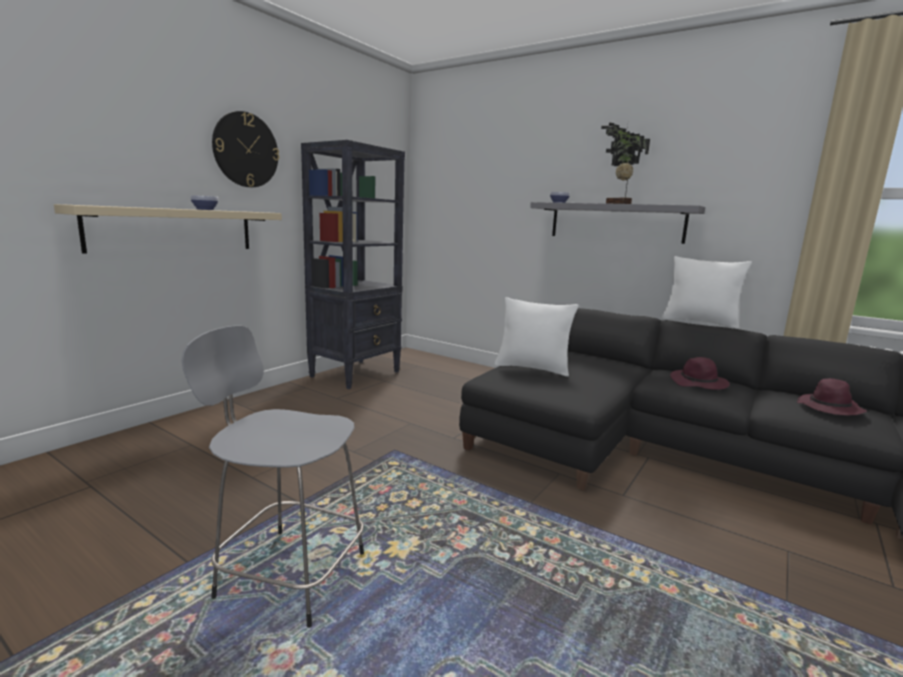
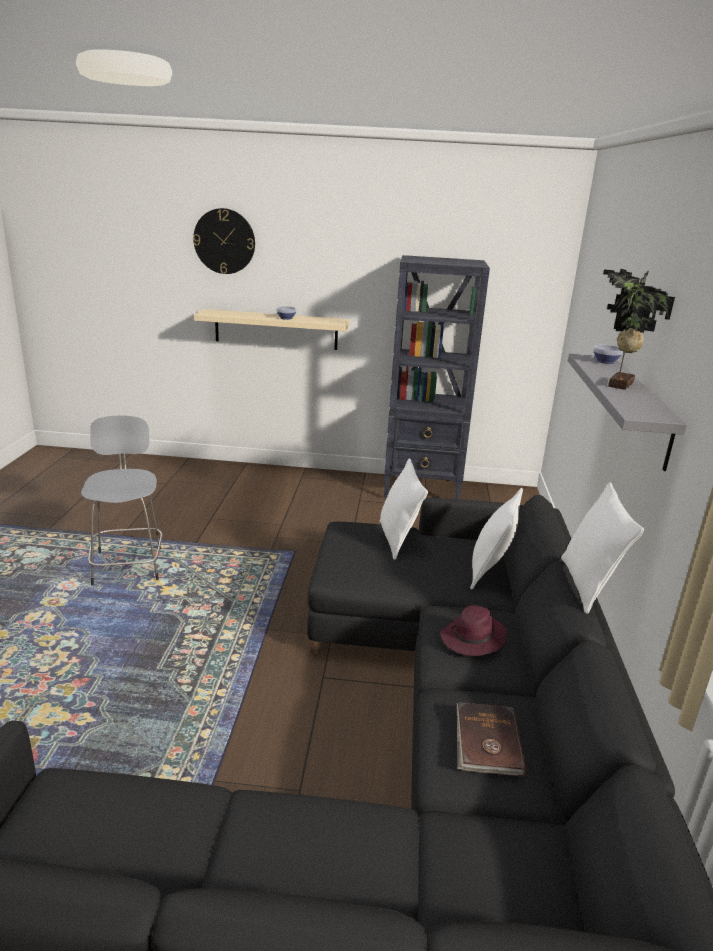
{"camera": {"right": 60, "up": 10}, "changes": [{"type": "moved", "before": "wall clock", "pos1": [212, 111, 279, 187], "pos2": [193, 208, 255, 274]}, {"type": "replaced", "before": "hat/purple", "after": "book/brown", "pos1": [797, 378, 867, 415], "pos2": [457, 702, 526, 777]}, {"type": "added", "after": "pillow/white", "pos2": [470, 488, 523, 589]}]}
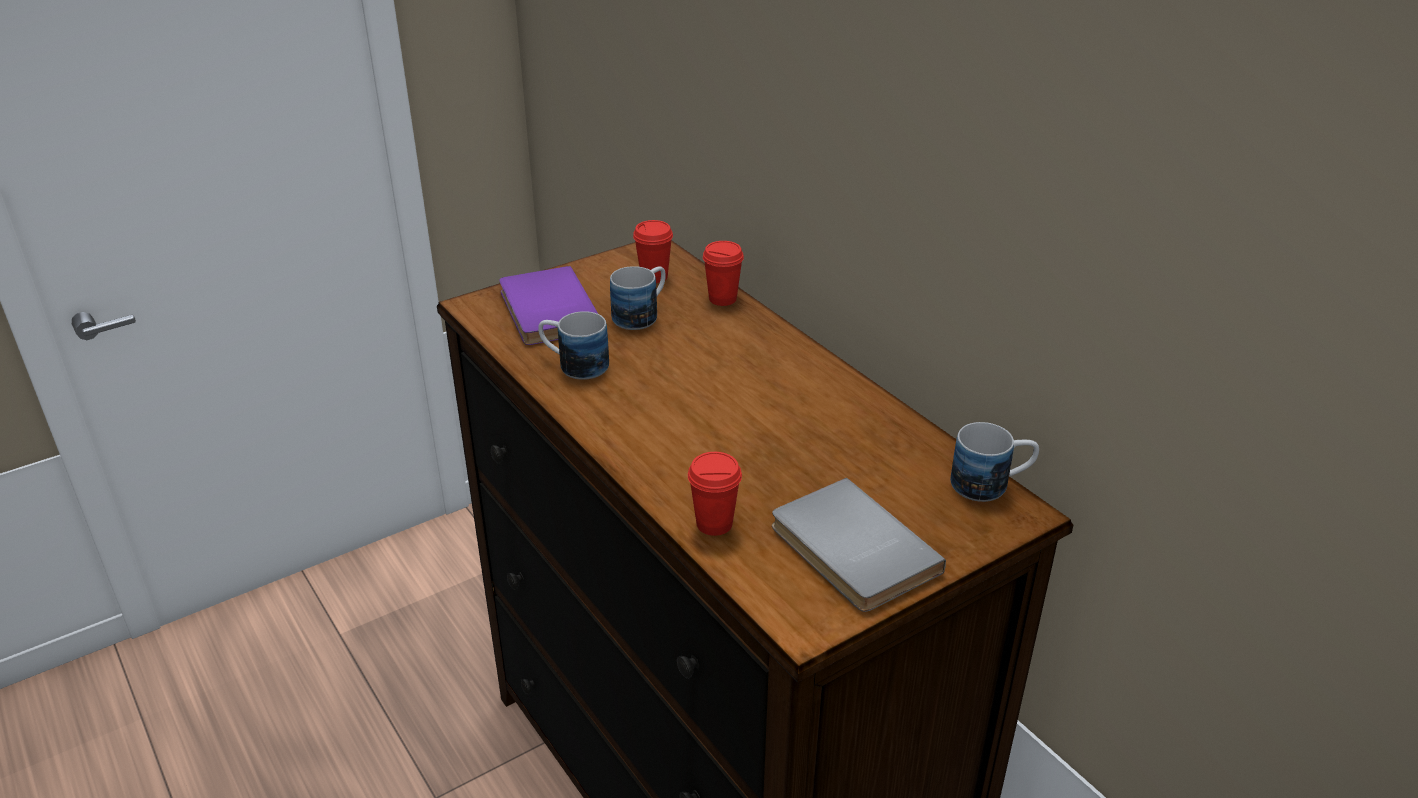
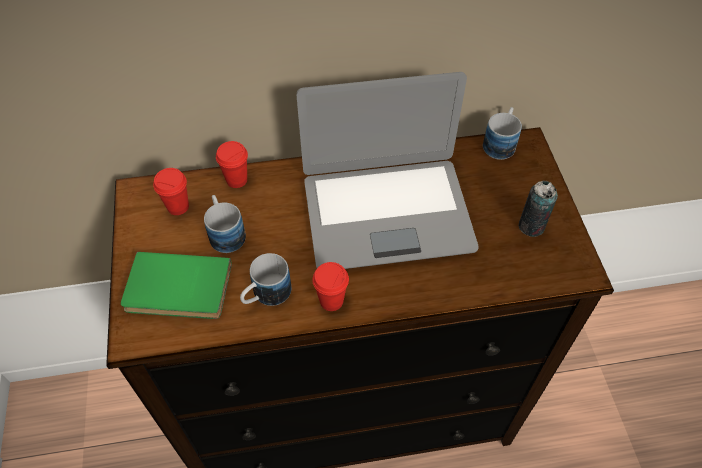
{"camera": {"right": -65, "up": 20}, "changes": [{"type": "recoloured", "before": "book/purple", "after": "book/green", "pos1": [500, 266, 598, 345], "pos2": [121, 252, 232, 319]}, {"type": "moved", "before": "cup/red", "pos1": [688, 452, 742, 536], "pos2": [312, 262, 349, 311]}, {"type": "replaced", "before": "book/grey", "after": "can", "pos1": [772, 478, 946, 612], "pos2": [519, 181, 558, 237]}, {"type": "added", "after": "laptop", "pos2": [297, 72, 479, 269]}]}
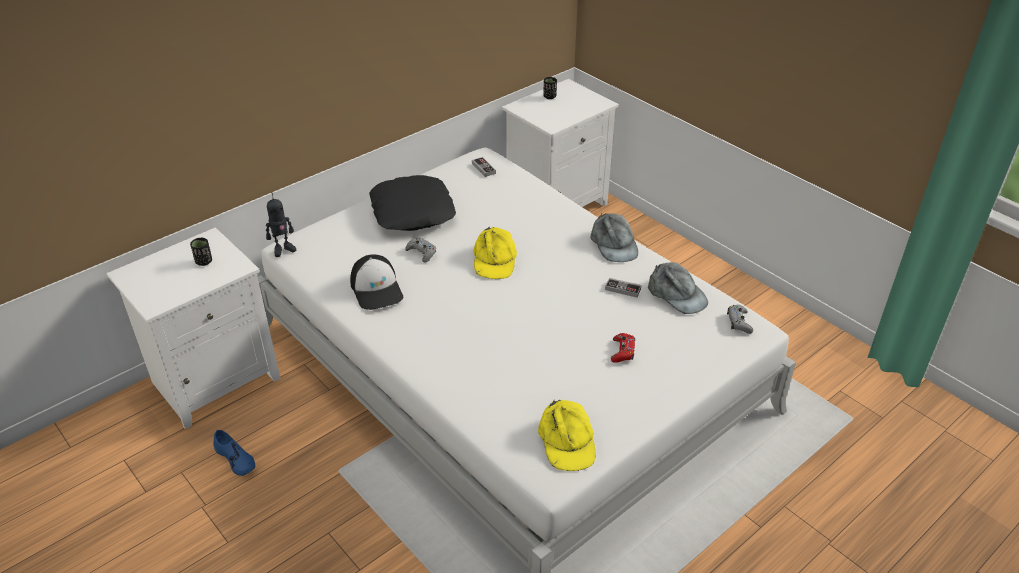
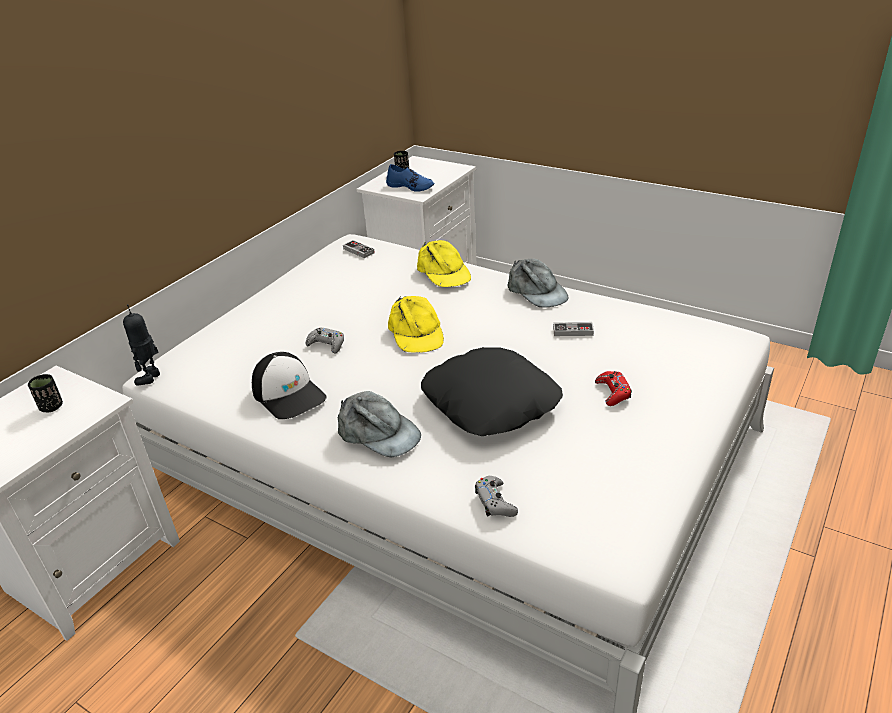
{"camera": {"right": -15, "up": -5}, "changes": [{"type": "moved", "before": "pillow/black", "pos1": [369, 175, 456, 231], "pos2": [421, 347, 563, 436]}, {"type": "turned", "before": "toy robot", "pos1": [266, 193, 296, 257], "pos2": [123, 304, 160, 386], "turn": 150}, {"type": "moved", "before": "cap/grey", "pos1": [648, 262, 708, 314], "pos2": [338, 391, 421, 457]}, {"type": "moved", "before": "game controller/grey", "pos1": [727, 305, 753, 334], "pos2": [475, 476, 518, 517]}, {"type": "moved", "before": "cap/yellow", "pos1": [538, 399, 596, 471], "pos2": [417, 240, 471, 287]}, {"type": "moved", "before": "shoe/blue", "pos1": [213, 430, 255, 476], "pos2": [386, 164, 434, 192]}]}
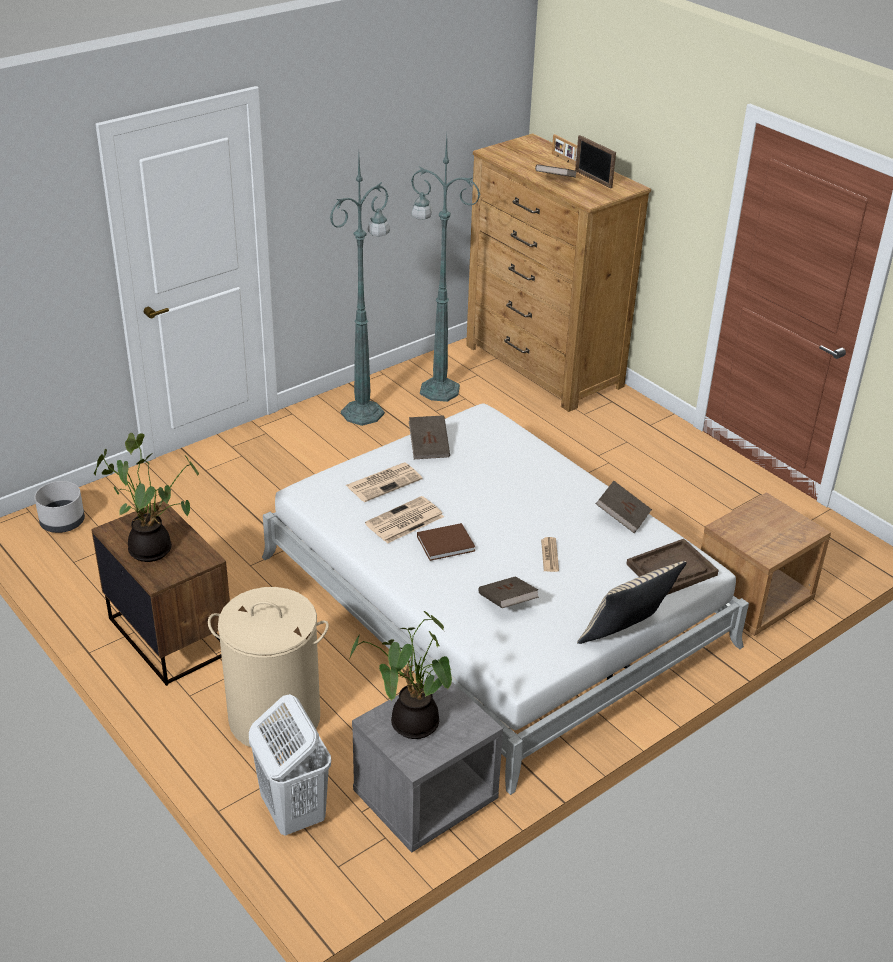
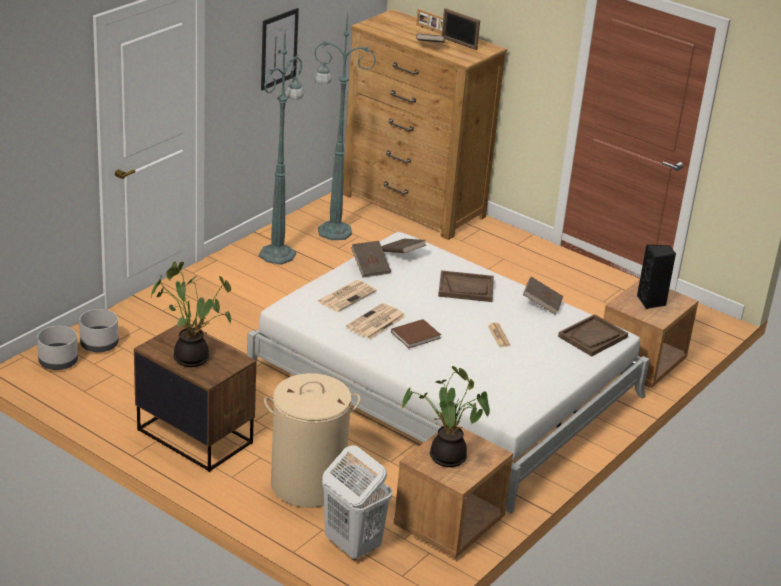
{"camera": {"right": -15, "up": -5}, "changes": [{"type": "removed", "before": "pillow/beige", "pos1": [577, 561, 687, 644]}, {"type": "moved", "before": "book/brown", "pos1": [478, 576, 539, 608], "pos2": [381, 239, 427, 253]}, {"type": "recoloured", "before": "nightstand/grey", "after": "nightstand/brown", "pos1": [352, 674, 503, 853], "pos2": [394, 425, 513, 558]}, {"type": "added", "after": "picture", "pos2": [261, 8, 299, 90]}, {"type": "added", "after": "speaker/black", "pos2": [637, 244, 676, 309]}, {"type": "added", "after": "tray/brown", "pos2": [438, 270, 494, 302]}, {"type": "added", "after": "planter/grey", "pos2": [79, 309, 119, 352]}]}
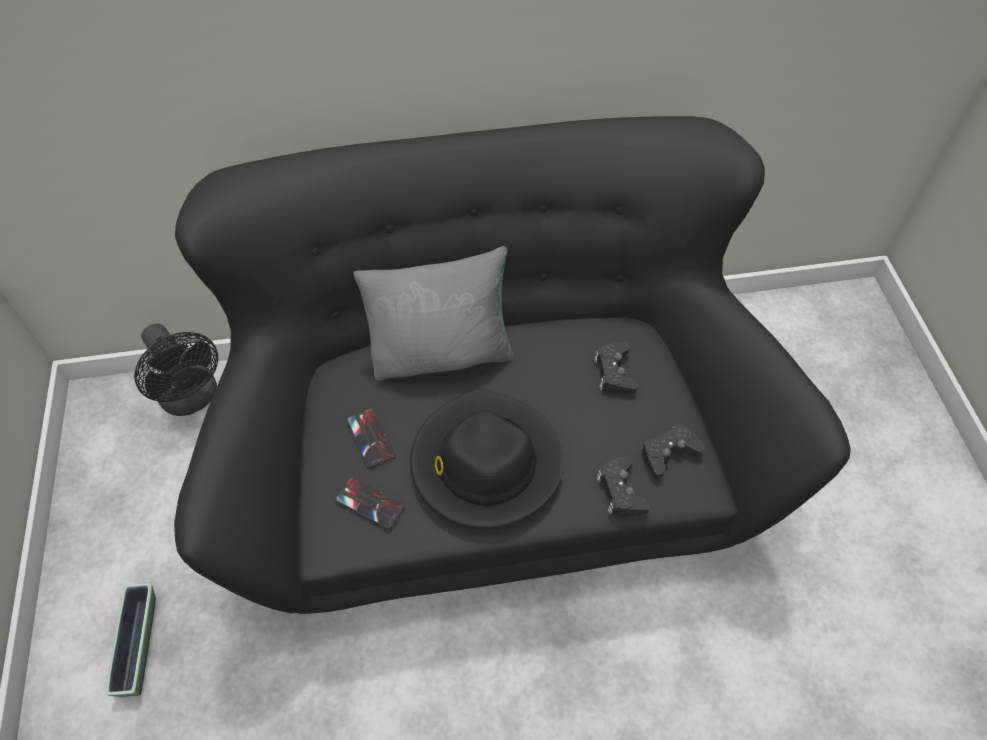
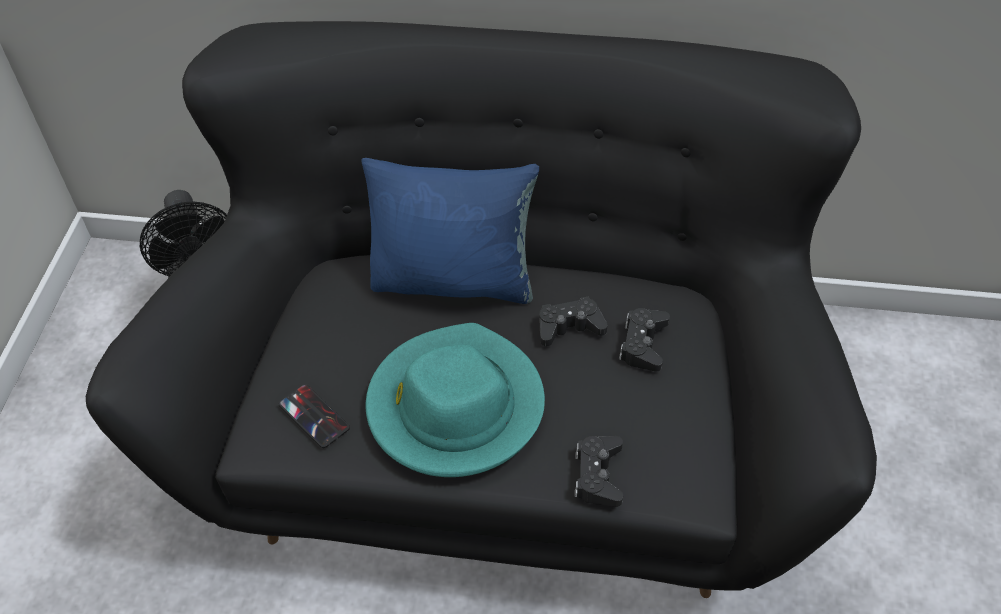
{"camera": {"right": 20, "up": -5}, "changes": [{"type": "recoloured", "before": "pillow/grey", "after": "pillow/blue", "pos1": [353, 246, 513, 381], "pos2": [361, 158, 539, 304]}, {"type": "recoloured", "before": "hat/black", "after": "hat/turquoise", "pos1": [410, 389, 564, 530], "pos2": [366, 323, 545, 477]}, {"type": "removed", "before": "phone", "pos1": [346, 408, 395, 468]}, {"type": "moved", "before": "game controller/black", "pos1": [641, 424, 705, 479], "pos2": [539, 297, 607, 346]}, {"type": "removed", "before": "planter", "pos1": [105, 583, 156, 697]}]}
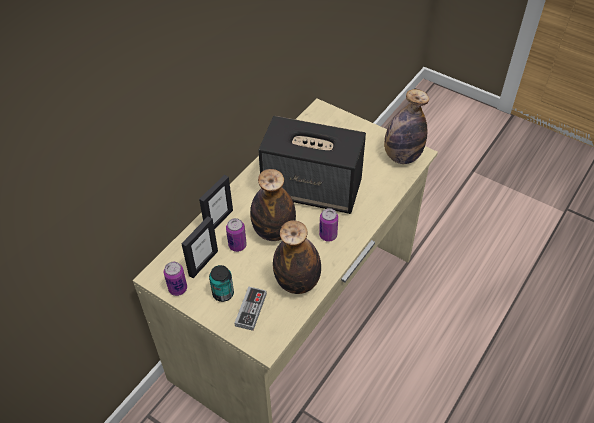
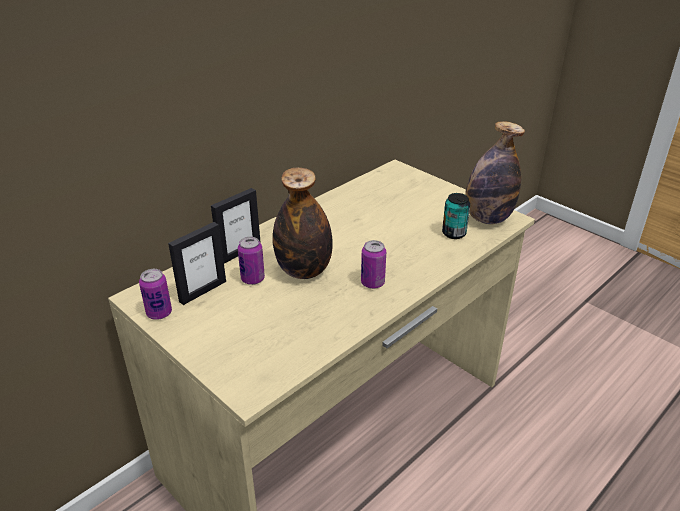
{"camera": {"right": 10, "up": -15}, "changes": [{"type": "removed", "before": "speaker", "pos1": [258, 116, 366, 214]}, {"type": "removed", "before": "bottle", "pos1": [273, 220, 321, 294]}, {"type": "moved", "before": "can", "pos1": [209, 265, 234, 302], "pos2": [442, 193, 470, 239]}, {"type": "removed", "before": "game controller", "pos1": [235, 287, 267, 331]}]}
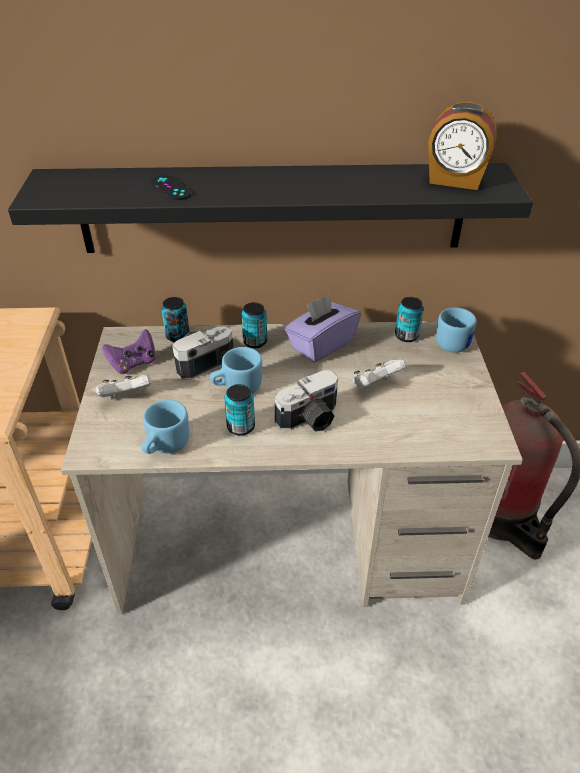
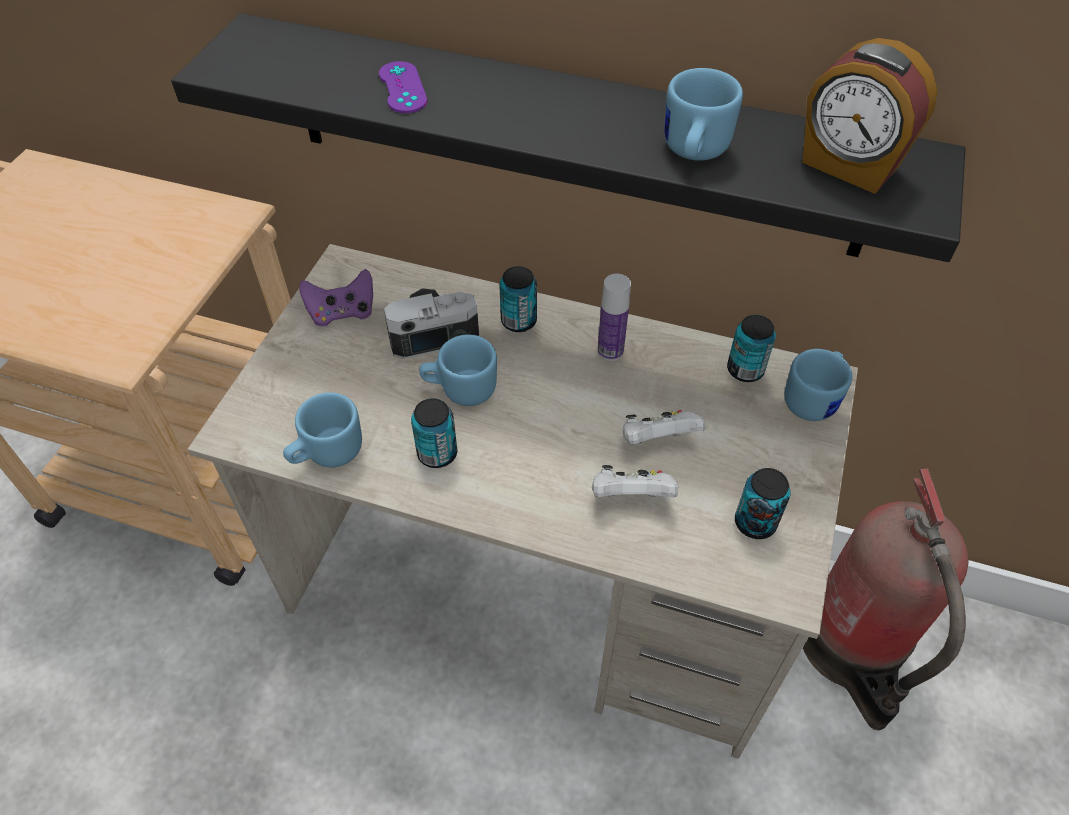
{"camera": {"right": 20, "up": 10}, "changes": [{"type": "recoloured", "before": "game controller/black", "after": "game controller/purple", "pos1": [150, 175, 192, 200], "pos2": [379, 61, 427, 113]}, {"type": "replaced", "before": "tissue box/purple", "after": "bottle", "pos1": [285, 294, 361, 363], "pos2": [598, 274, 631, 361]}, {"type": "moved", "before": "can", "pos1": [161, 297, 190, 342], "pos2": [735, 468, 791, 539]}, {"type": "removed", "before": "photo camera", "pos1": [275, 370, 338, 431]}, {"type": "moved", "before": "game controller/white", "pos1": [96, 375, 151, 400], "pos2": [592, 465, 678, 497]}, {"type": "added", "after": "mug/blue", "pos2": [664, 68, 743, 161]}]}
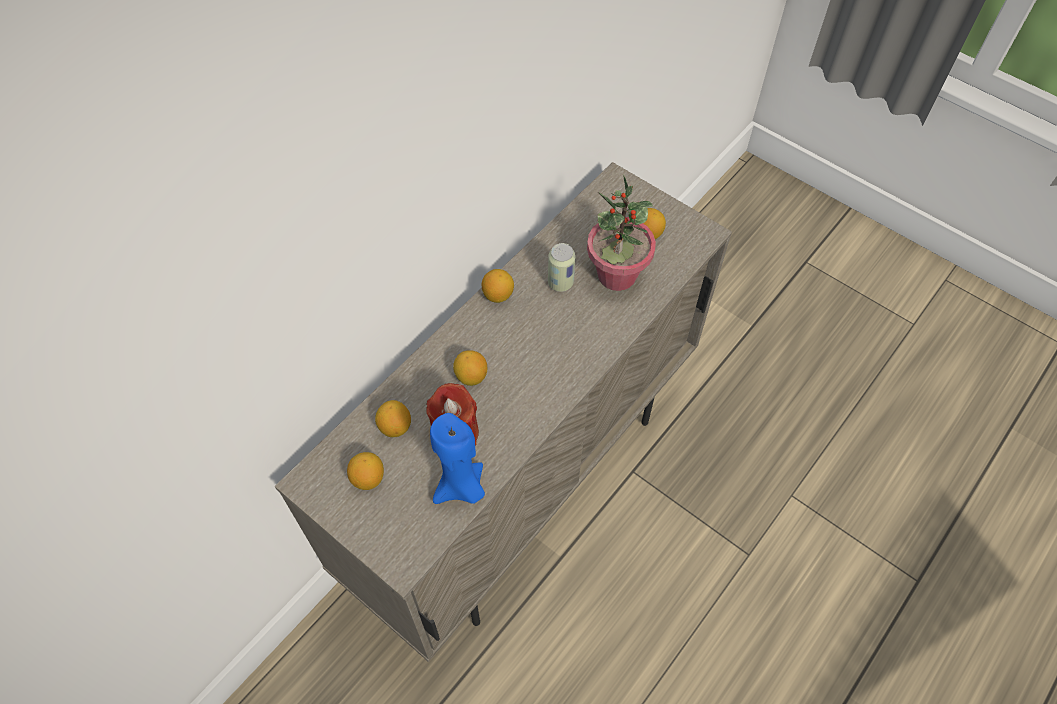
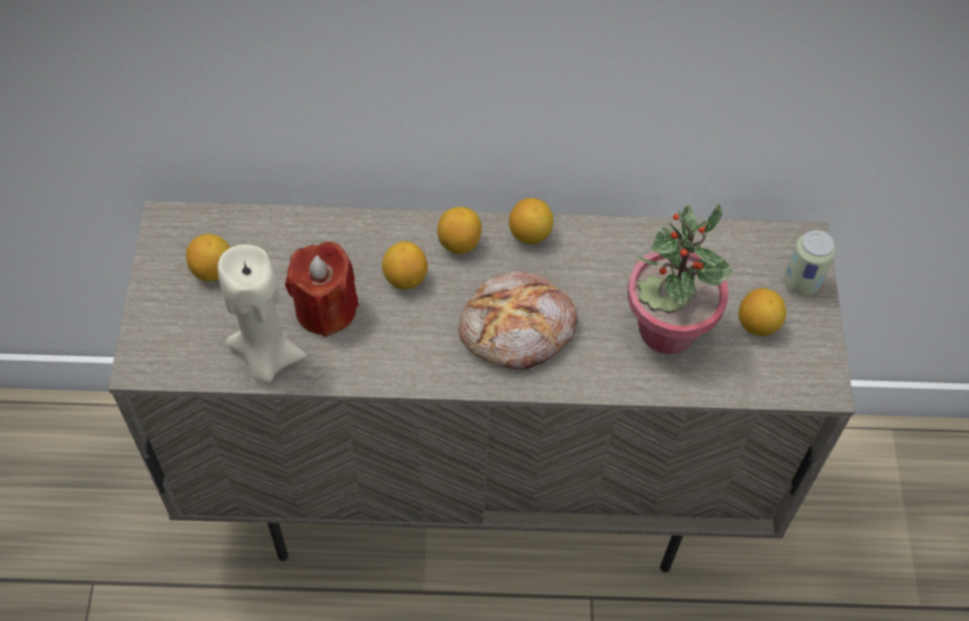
{"camera": {"right": 50, "up": 0}, "changes": [{"type": "moved", "before": "can", "pos1": [548, 243, 576, 292], "pos2": [784, 230, 836, 296]}, {"type": "moved", "before": "lemon", "pos1": [375, 400, 411, 437], "pos2": [437, 207, 482, 254]}, {"type": "recoloured", "before": "candle/blue", "after": "candle/beige", "pos1": [430, 413, 485, 504], "pos2": [218, 245, 307, 383]}, {"type": "added", "after": "bread", "pos2": [459, 271, 578, 369]}]}
